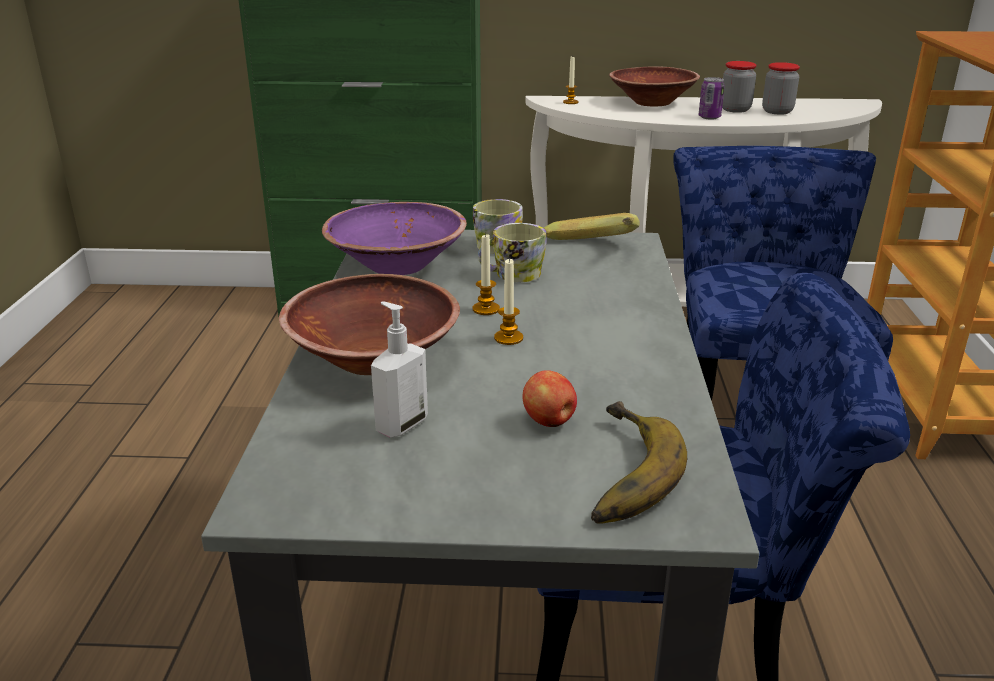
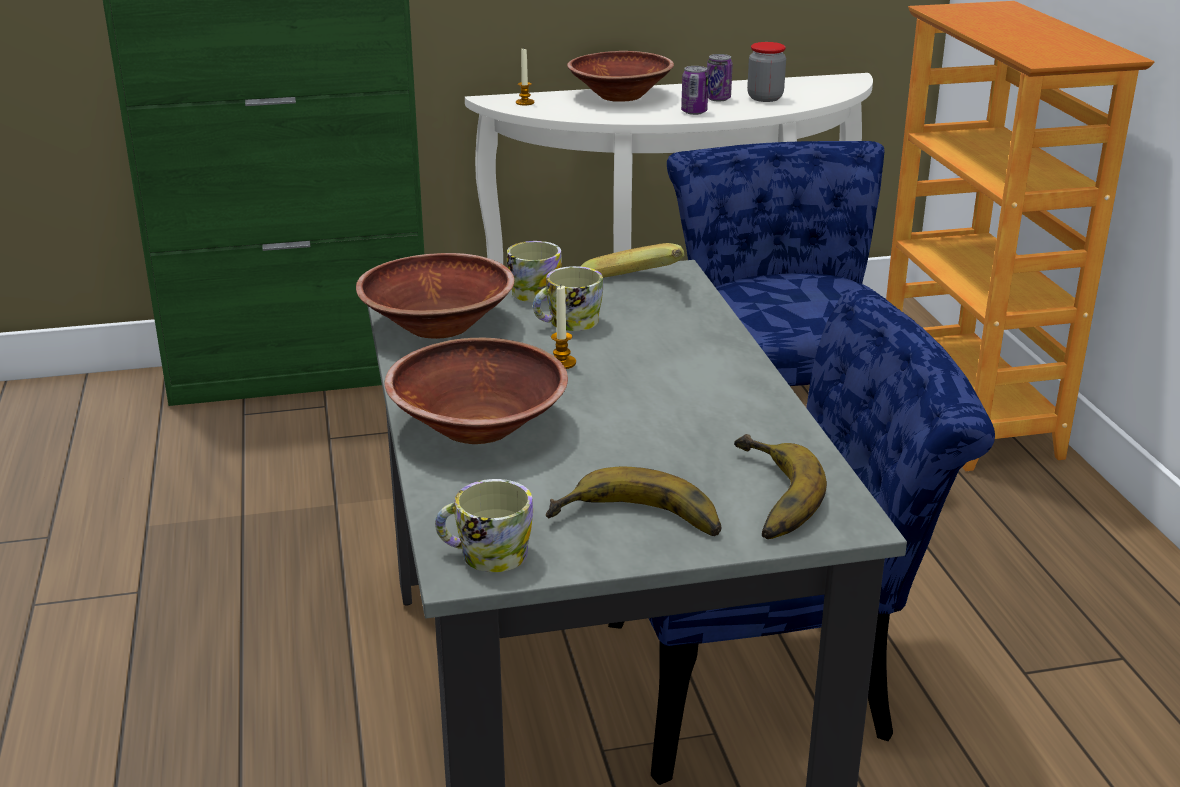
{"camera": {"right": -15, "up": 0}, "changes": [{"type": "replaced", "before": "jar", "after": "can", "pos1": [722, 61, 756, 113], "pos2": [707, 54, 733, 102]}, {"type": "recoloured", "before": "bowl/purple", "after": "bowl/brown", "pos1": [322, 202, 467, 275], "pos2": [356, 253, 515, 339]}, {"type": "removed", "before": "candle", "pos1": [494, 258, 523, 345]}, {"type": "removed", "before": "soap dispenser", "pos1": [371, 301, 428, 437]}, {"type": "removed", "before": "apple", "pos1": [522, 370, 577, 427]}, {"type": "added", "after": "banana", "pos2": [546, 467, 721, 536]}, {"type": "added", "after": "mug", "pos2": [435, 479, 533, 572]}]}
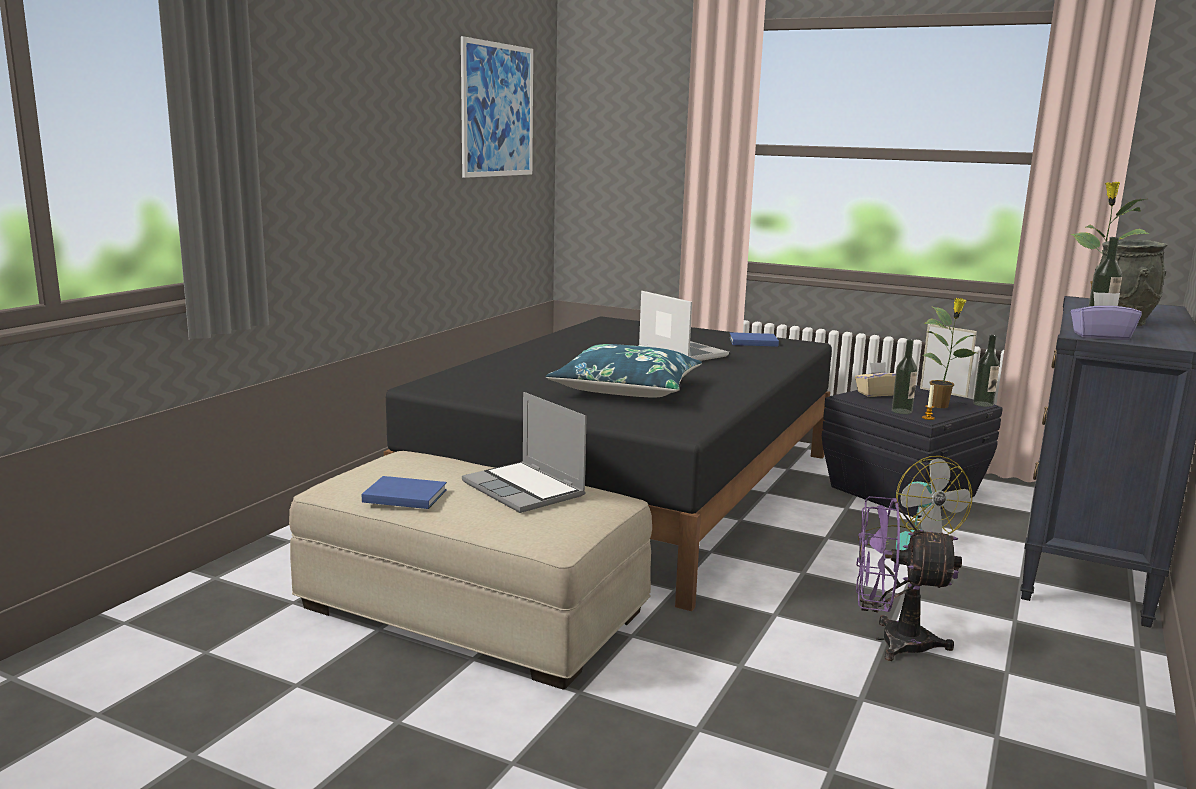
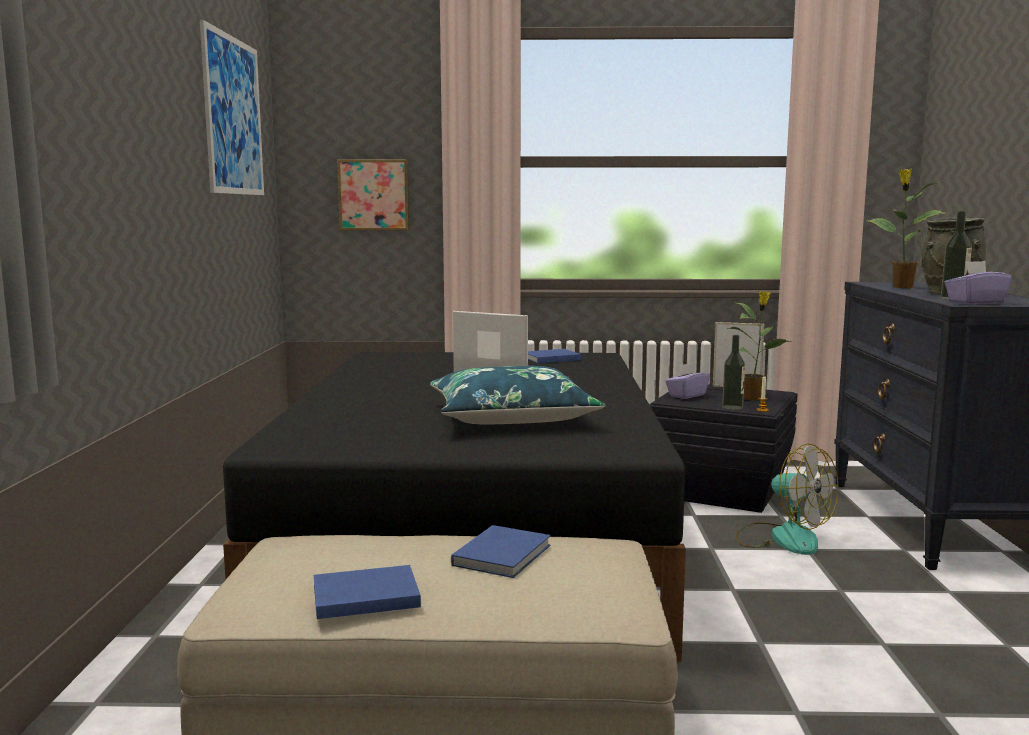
{"camera": {"right": -25, "up": -5}, "changes": [{"type": "removed", "before": "bottle", "pos1": [973, 335, 999, 407]}, {"type": "recoloured", "before": "tissue box/beige", "after": "tissue box/purple", "pos1": [855, 362, 896, 397], "pos2": [665, 363, 710, 399]}, {"type": "replaced", "before": "laptop", "after": "book/blue", "pos1": [462, 392, 587, 513], "pos2": [451, 525, 550, 578]}, {"type": "removed", "before": "fan/purple", "pos1": [856, 496, 962, 661]}, {"type": "added", "after": "picture", "pos2": [337, 160, 409, 230]}]}
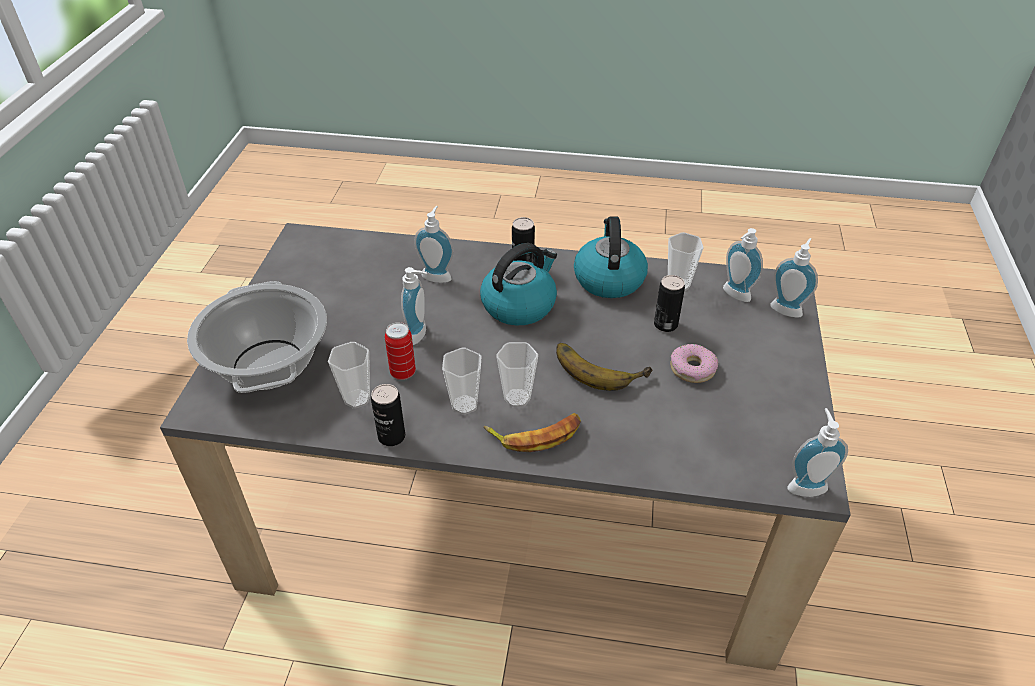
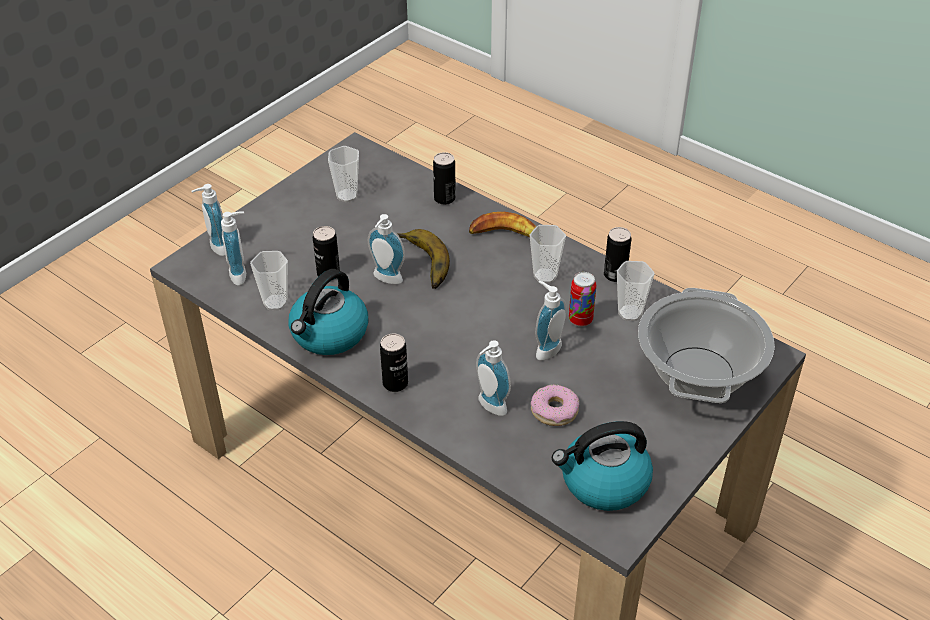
{"camera": {"right": -150, "up": 0}, "changes": [{"type": "moved", "before": "kettle", "pos1": [480, 243, 557, 325], "pos2": [552, 421, 653, 511]}, {"type": "moved", "before": "cup", "pos1": [496, 342, 538, 407], "pos2": [328, 146, 359, 202]}, {"type": "moved", "before": "donut", "pos1": [670, 344, 718, 383], "pos2": [531, 384, 579, 426]}, {"type": "moved", "before": "soap dispenser", "pos1": [788, 408, 848, 497], "pos2": [368, 214, 405, 284]}, {"type": "added", "after": "can", "pos2": [433, 152, 456, 205]}]}
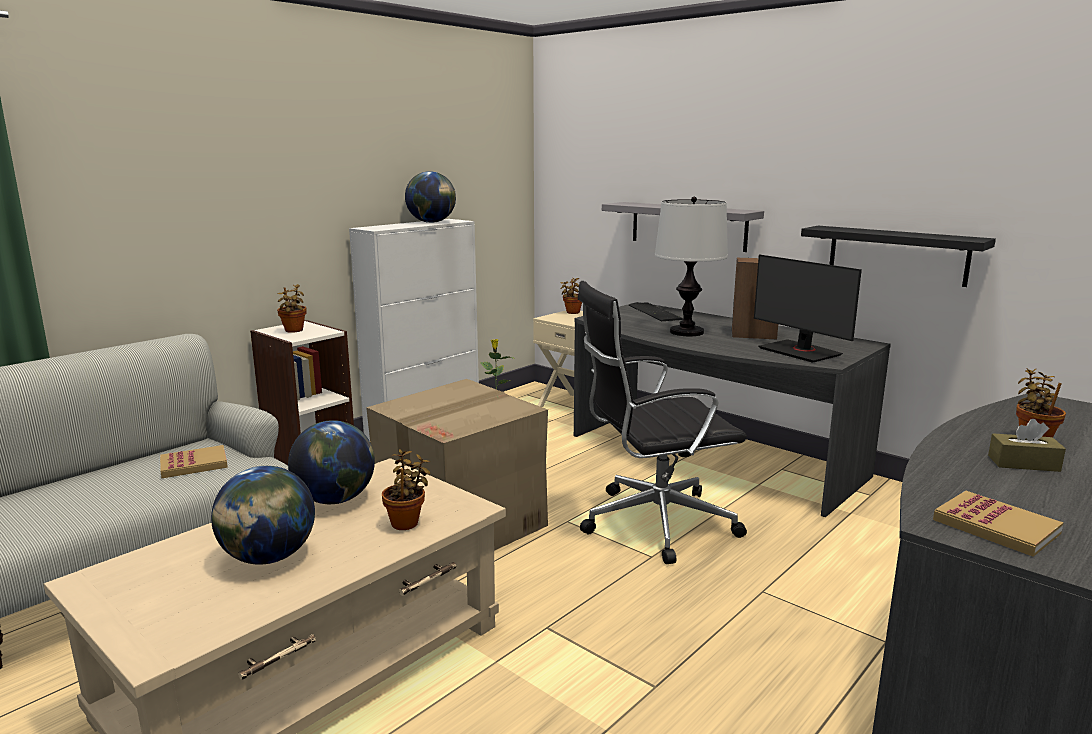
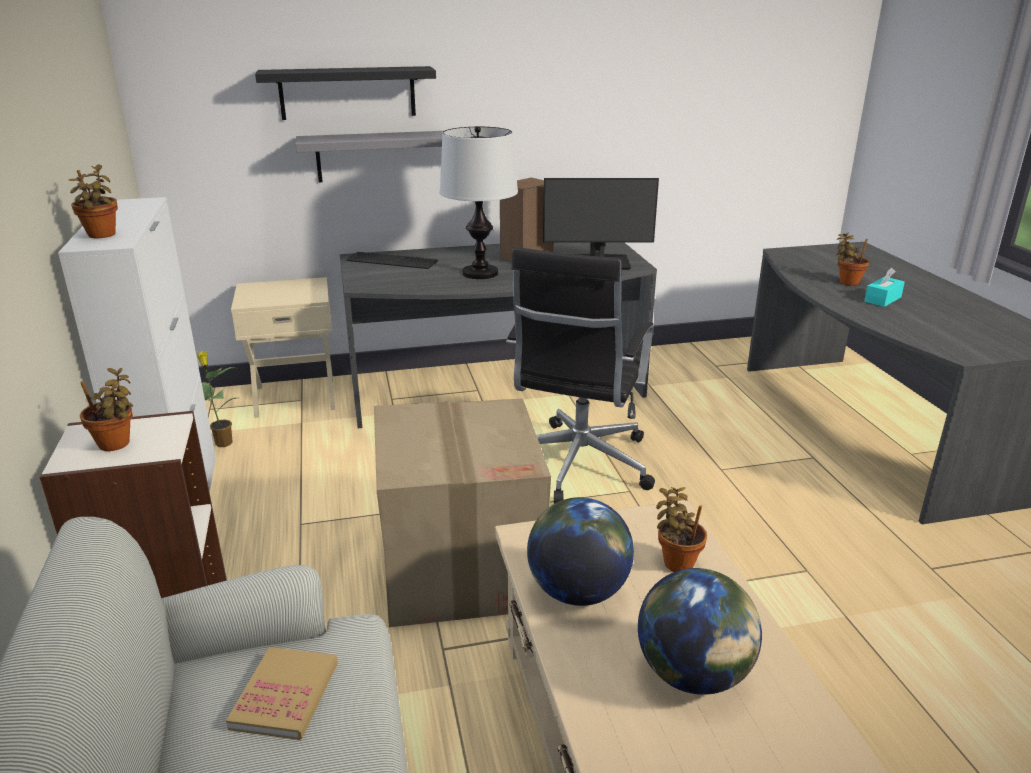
{"camera": {"right": -55, "up": 10}, "changes": [{"type": "removed", "before": "globe", "pos1": [405, 171, 456, 223]}, {"type": "moved", "before": "shelf/black", "pos1": [801, 226, 996, 287], "pos2": [255, 66, 436, 120]}, {"type": "moved", "before": "potted plant", "pos1": [560, 278, 582, 314], "pos2": [68, 164, 118, 238]}, {"type": "recoloured", "before": "tissue box/brown", "after": "tissue box/turquoise", "pos1": [988, 419, 1066, 472], "pos2": [864, 268, 905, 307]}, {"type": "removed", "before": "book", "pos1": [933, 491, 1064, 557]}]}
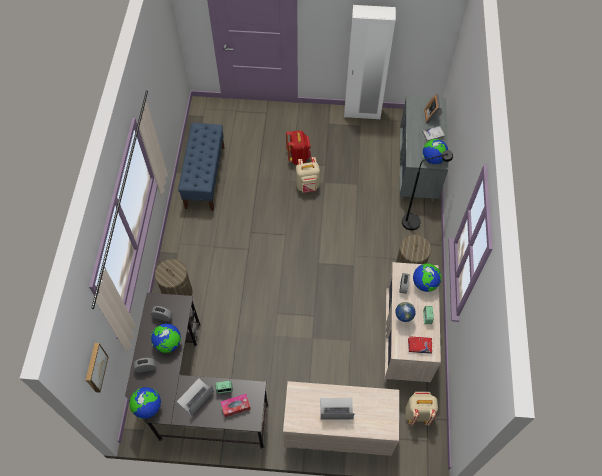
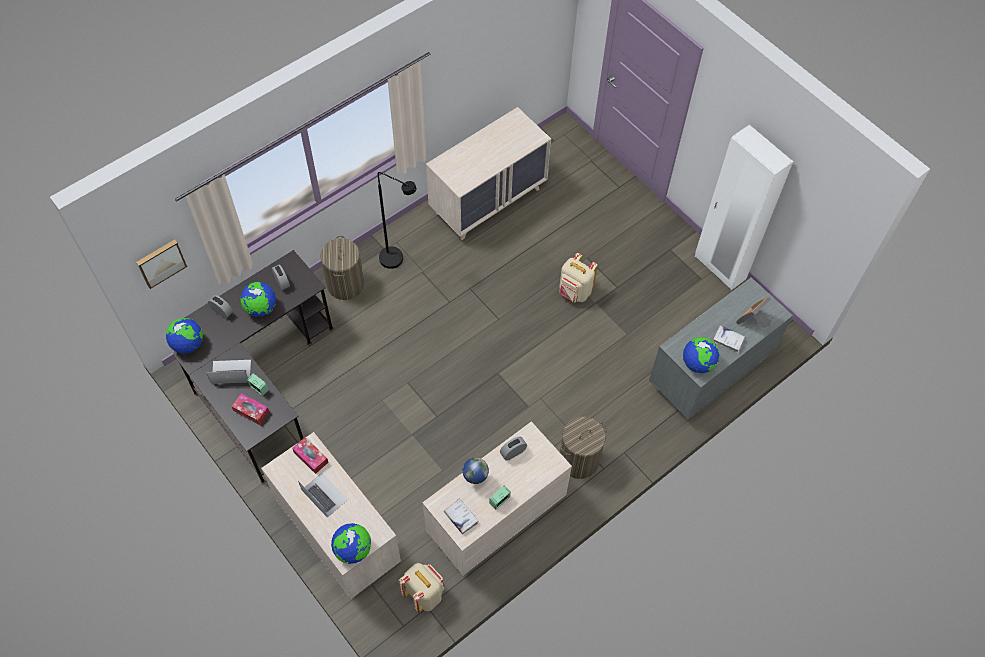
{"camera": {"right": 45, "up": 0}, "changes": [{"type": "replaced", "before": "bench/blue", "after": "dresser/beige", "pos1": [178, 123, 225, 211], "pos2": [426, 107, 551, 240]}, {"type": "removed", "before": "backpack/red", "pos1": [286, 130, 311, 165]}, {"type": "moved", "before": "floor lamp/black", "pos1": [402, 150, 453, 230], "pos2": [378, 172, 417, 269]}, {"type": "moved", "before": "globe", "pos1": [413, 263, 441, 292], "pos2": [331, 523, 371, 564]}, {"type": "recoloured", "before": "book/red", "after": "book/white", "pos1": [408, 336, 432, 354], "pos2": [444, 499, 478, 534]}, {"type": "added", "after": "tissue box", "pos2": [292, 437, 328, 474]}]}
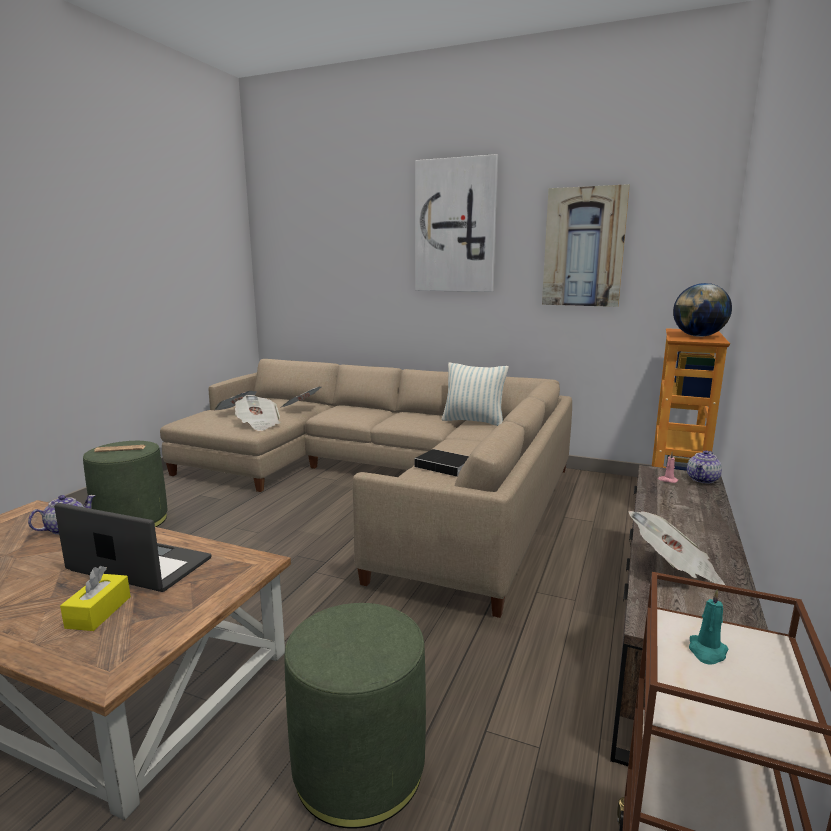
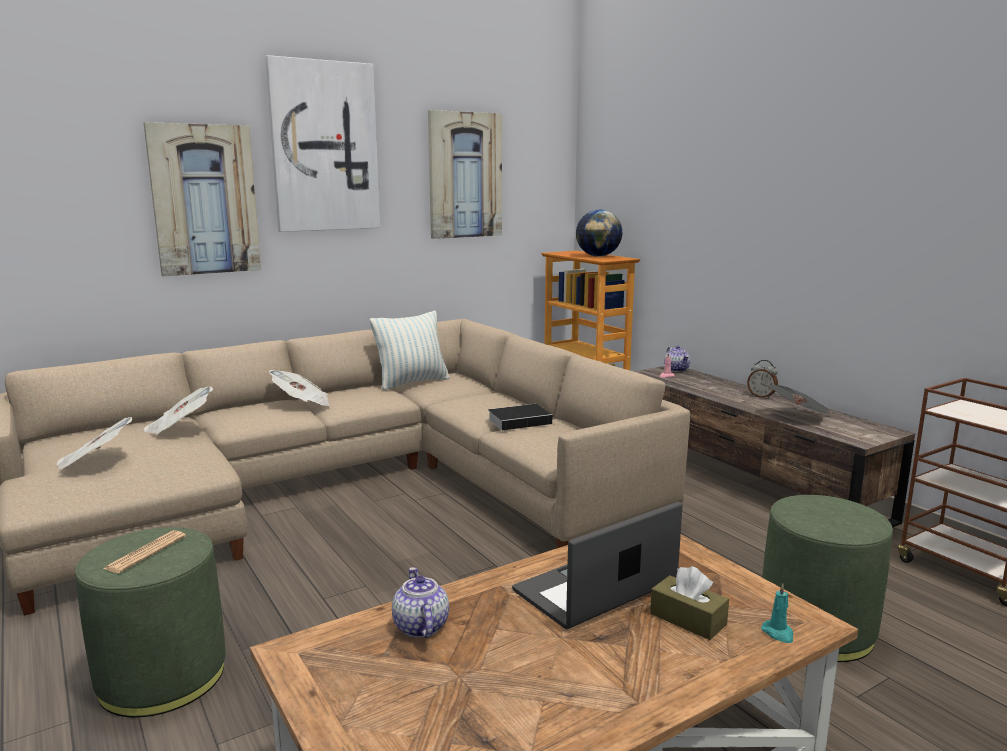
{"camera": {"right": -55, "up": 0}, "changes": [{"type": "moved", "before": "newspaper", "pos1": [235, 395, 280, 431], "pos2": [269, 370, 330, 406]}, {"type": "recoloured", "before": "tissue box/yellow", "after": "tissue box/brown", "pos1": [60, 566, 131, 631], "pos2": [650, 566, 729, 640]}, {"type": "moved", "before": "candle/turquoise", "pos1": [689, 589, 729, 665], "pos2": [761, 583, 794, 643]}, {"type": "added", "after": "picture", "pos2": [144, 122, 261, 276]}, {"type": "added", "after": "alarm clock", "pos2": [747, 360, 778, 399]}]}
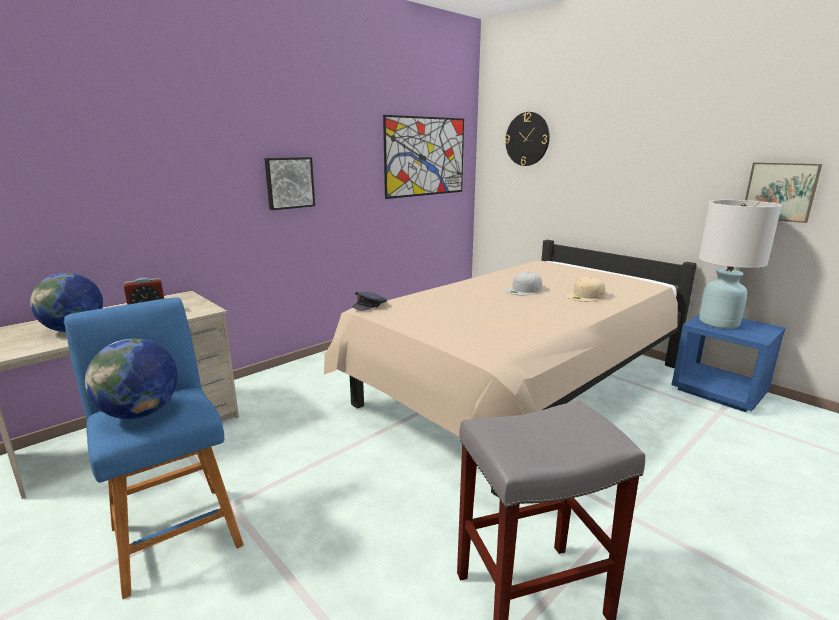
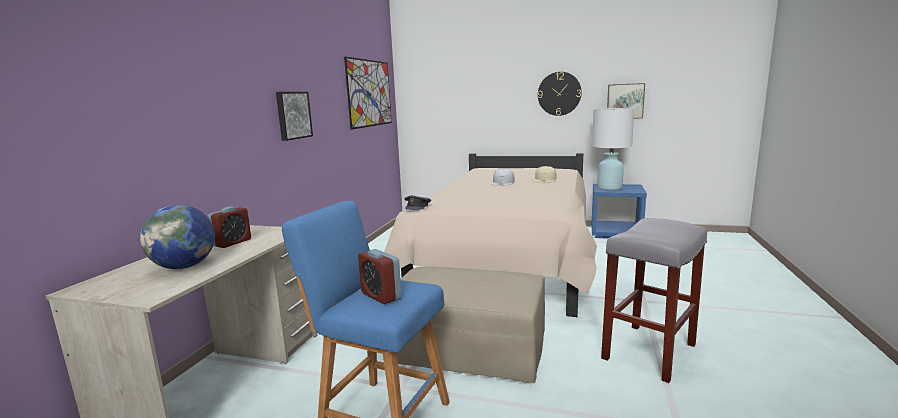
{"camera": {"right": -30, "up": -5}, "changes": [{"type": "moved", "before": "wall clock", "pos1": [505, 112, 550, 166], "pos2": [538, 72, 582, 116]}, {"type": "replaced", "before": "globe", "after": "alarm clock", "pos1": [85, 338, 178, 419], "pos2": [358, 249, 402, 304]}, {"type": "added", "after": "ottoman/beige", "pos2": [383, 266, 545, 383]}]}
